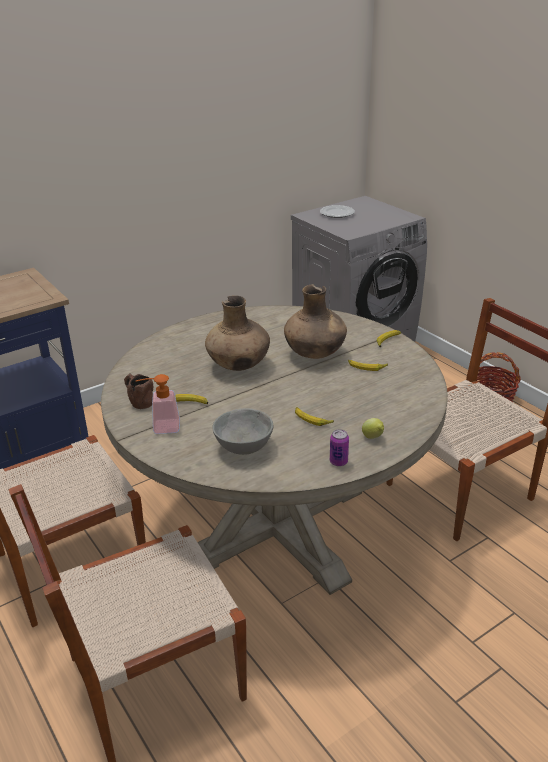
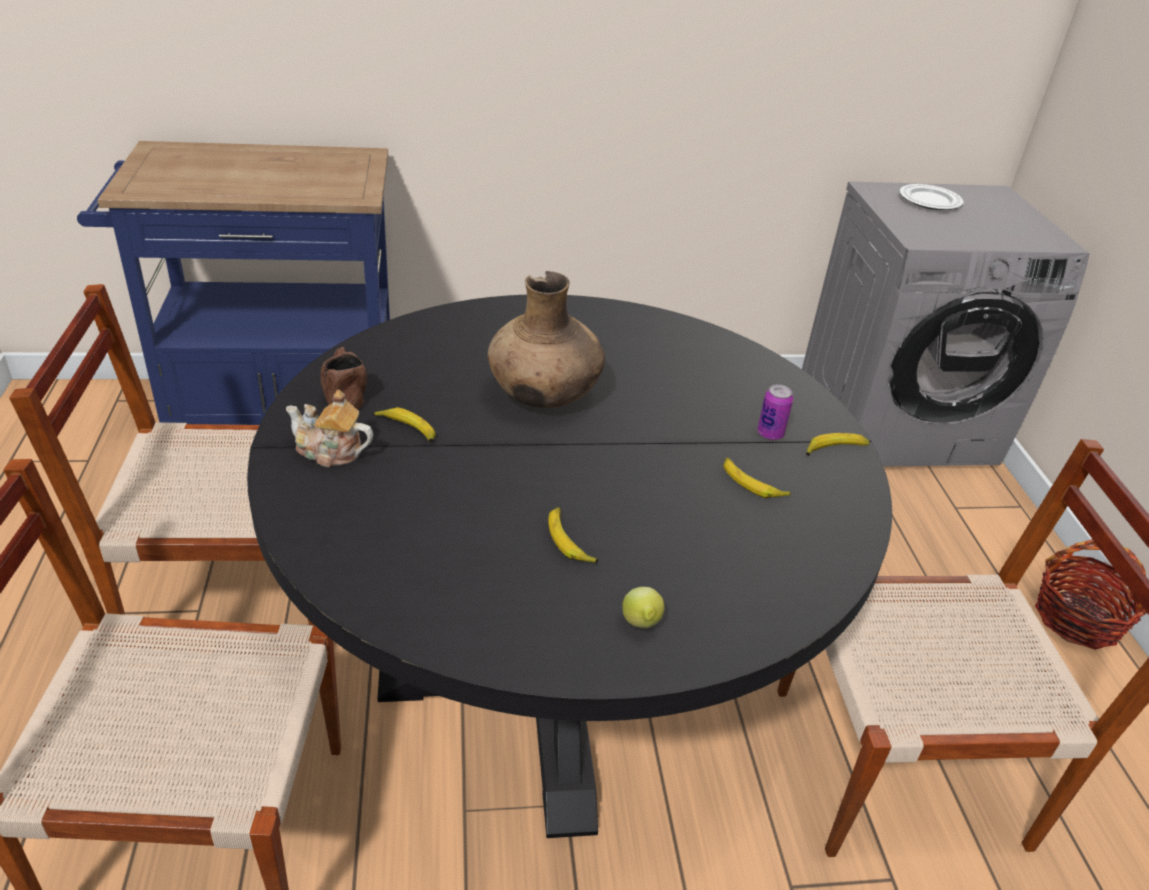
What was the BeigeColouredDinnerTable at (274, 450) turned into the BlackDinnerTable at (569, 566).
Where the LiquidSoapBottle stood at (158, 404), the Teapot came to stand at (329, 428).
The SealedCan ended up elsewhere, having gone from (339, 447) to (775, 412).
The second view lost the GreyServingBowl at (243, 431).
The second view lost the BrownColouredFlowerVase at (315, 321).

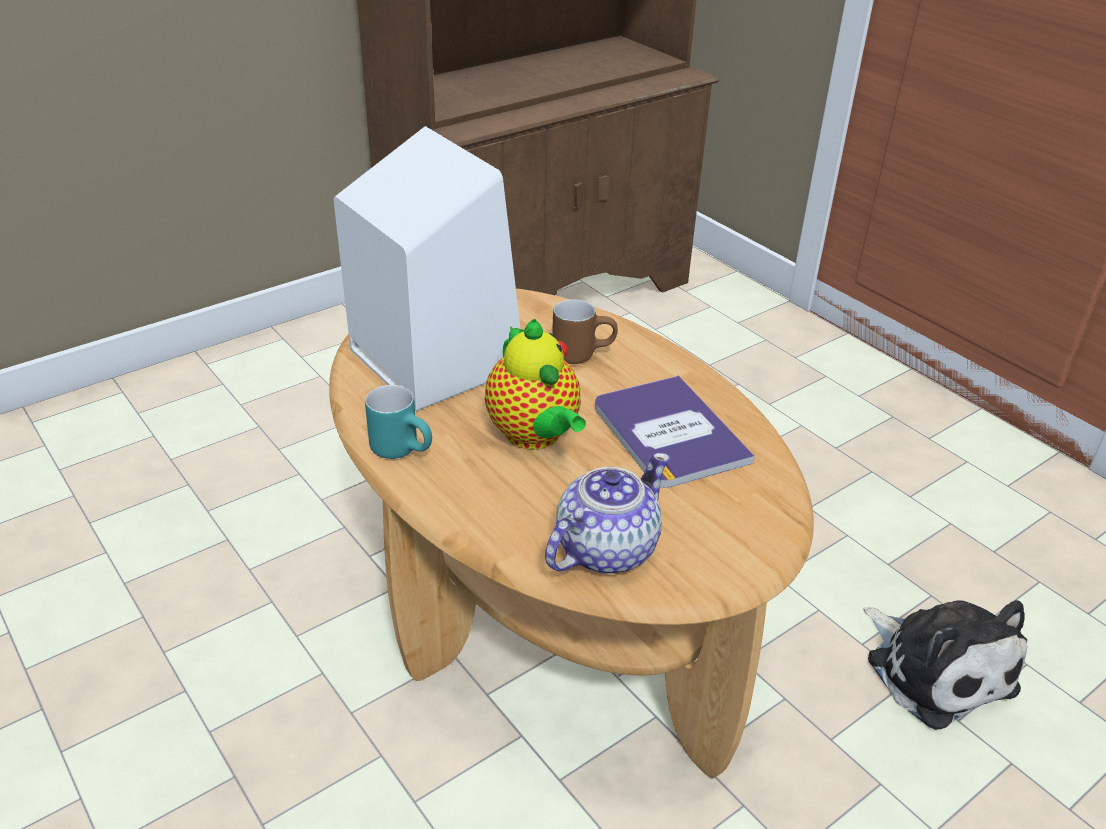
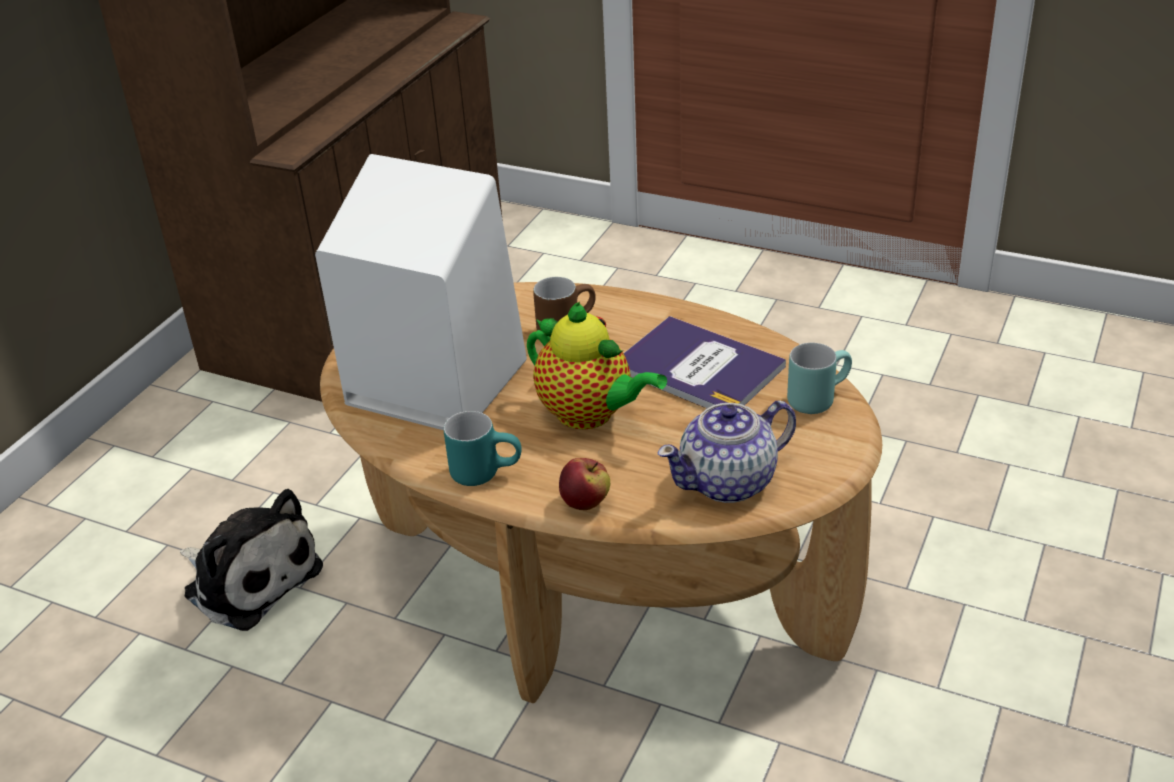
The PlushToy ended up elsewhere, having gone from (945, 665) to (251, 560).
The second view gained the AppleFruit at (584, 484).
The Teapot at (607, 513) ended up facing another way, 135 degrees counterclockwise from before.
The second view gained the TurquoiseTeaMug at (819, 378).

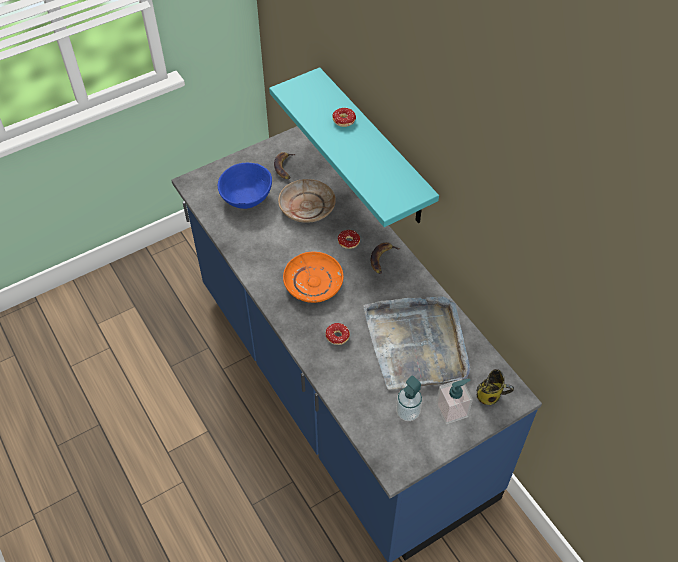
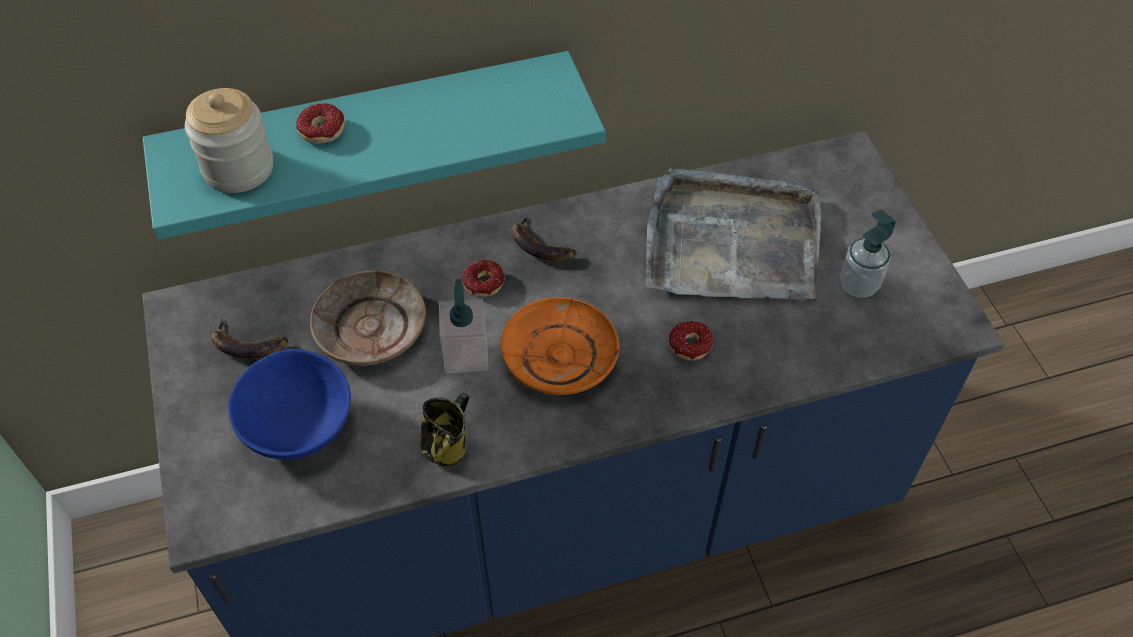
The second view gained the StorageJar at (229, 140).
The TeaMug ended up elsewhere, having gone from (495, 387) to (444, 430).
The LiquidSoapBottle ended up elsewhere, having gone from (454, 401) to (463, 326).

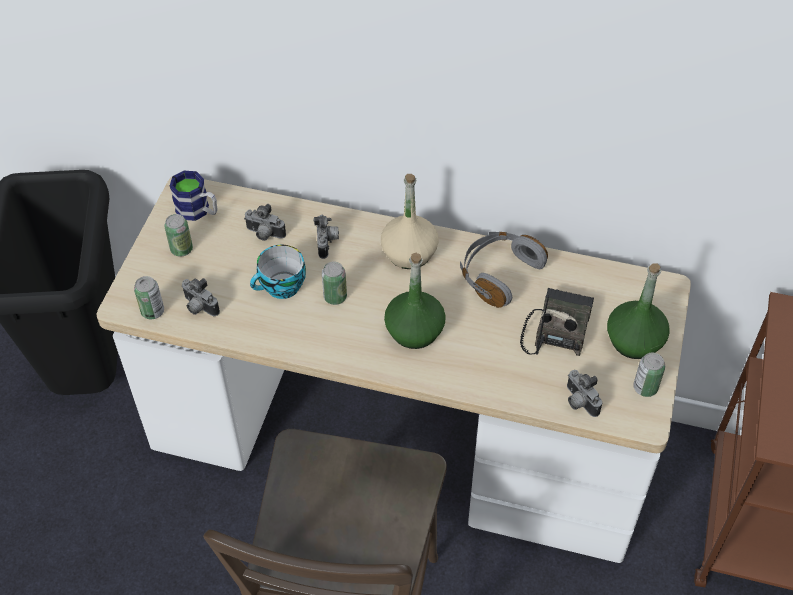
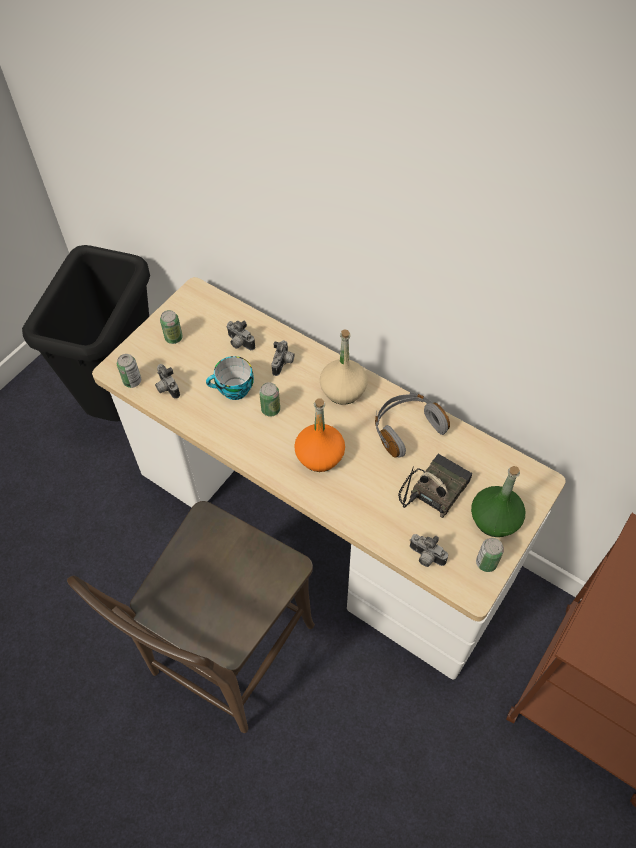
What was the GreenColouredBeverageBottle at (415, 301) turned into the OrangeColouredBeverageBottle at (319, 435).
The PhotoCamera at (584, 393) ended up facing another way, 45 degrees counterclockwise from before.
The second view lost the TeaMug at (194, 196).

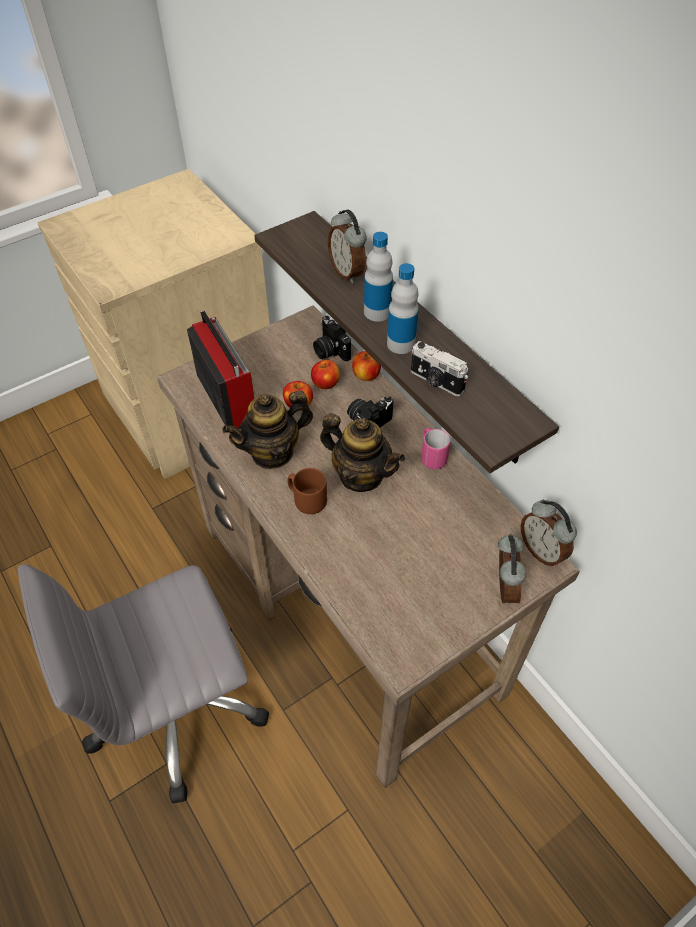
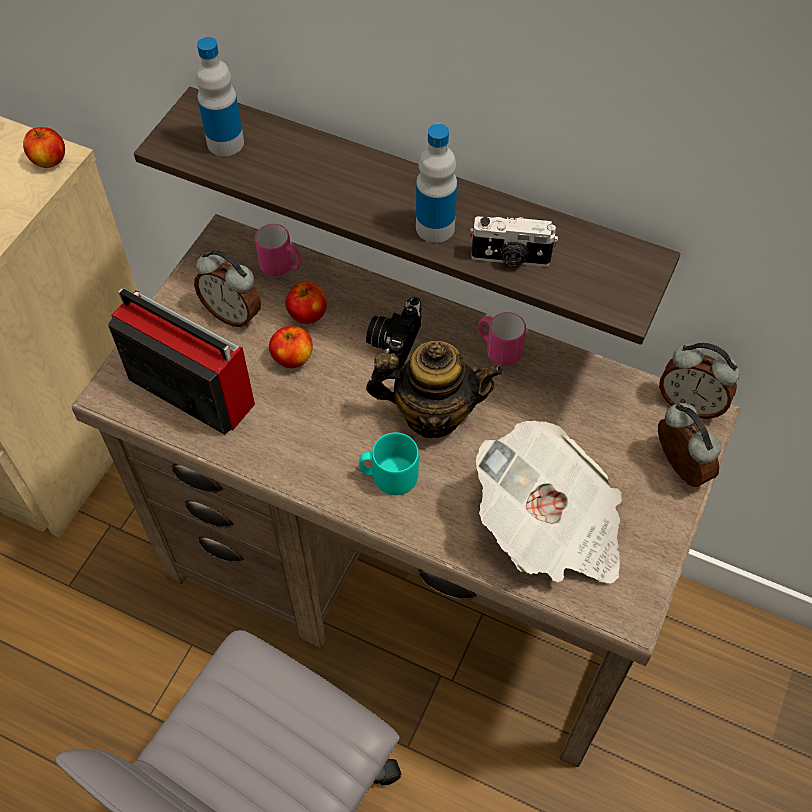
The AppleFruit ended up elsewhere, having gone from (366, 366) to (44, 147).
The AlarmClock ended up elsewhere, having gone from (347, 246) to (227, 288).
The BeverageBottle ended up elsewhere, having gone from (378, 277) to (219, 96).
Where the PhotoCamera stood at (332, 338), the PinkColouredTeaMug came to stand at (278, 250).
What was the BrownColouredTeaMug at (307, 491) turned into the TurquoiseTeaMug at (389, 463).
The second view gained the Newspaper at (549, 502).
The second view lost the Teapot at (267, 429).

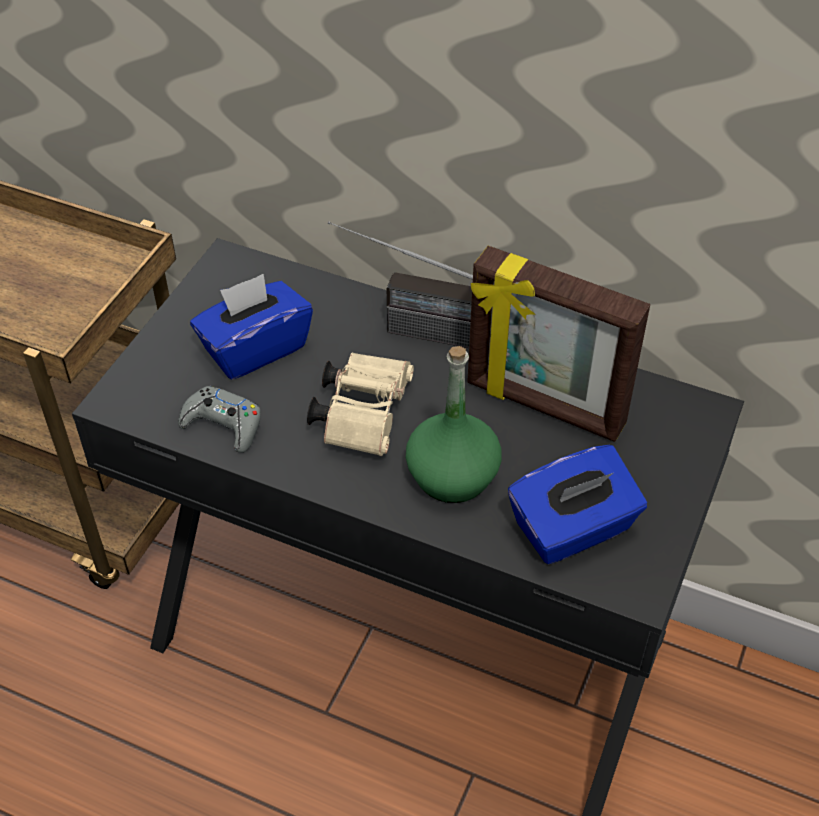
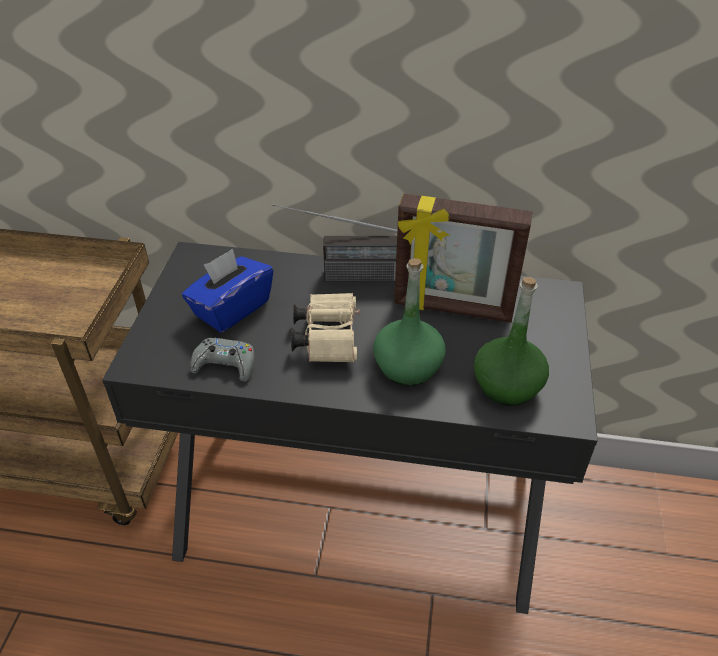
Where the BlueColouredBoxOfTissues stood at (577, 504), the GreenColouredBeverageBottle came to stand at (511, 341).

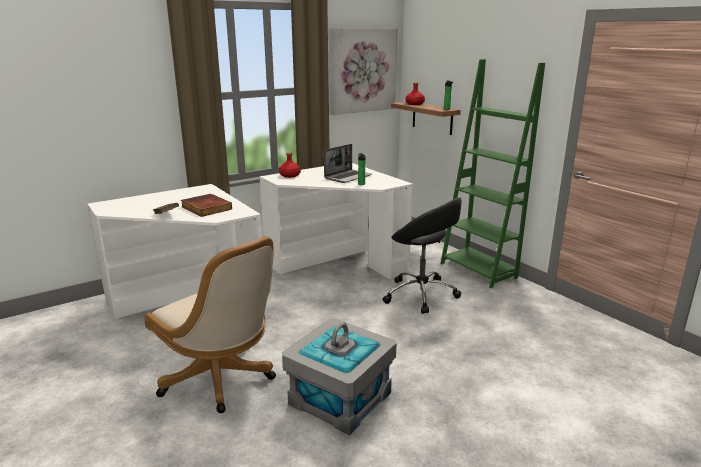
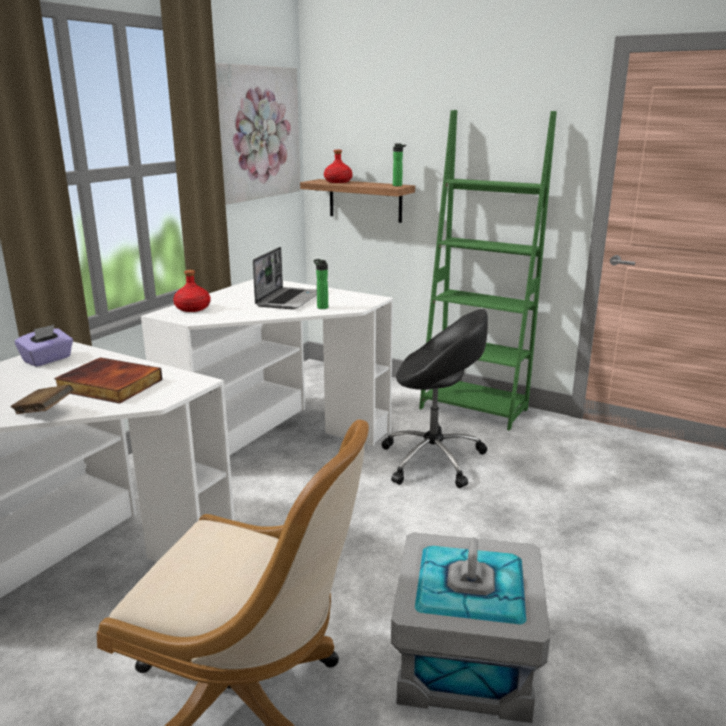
The second view gained the PurpleColouredBoxOfTissues at (44, 346).

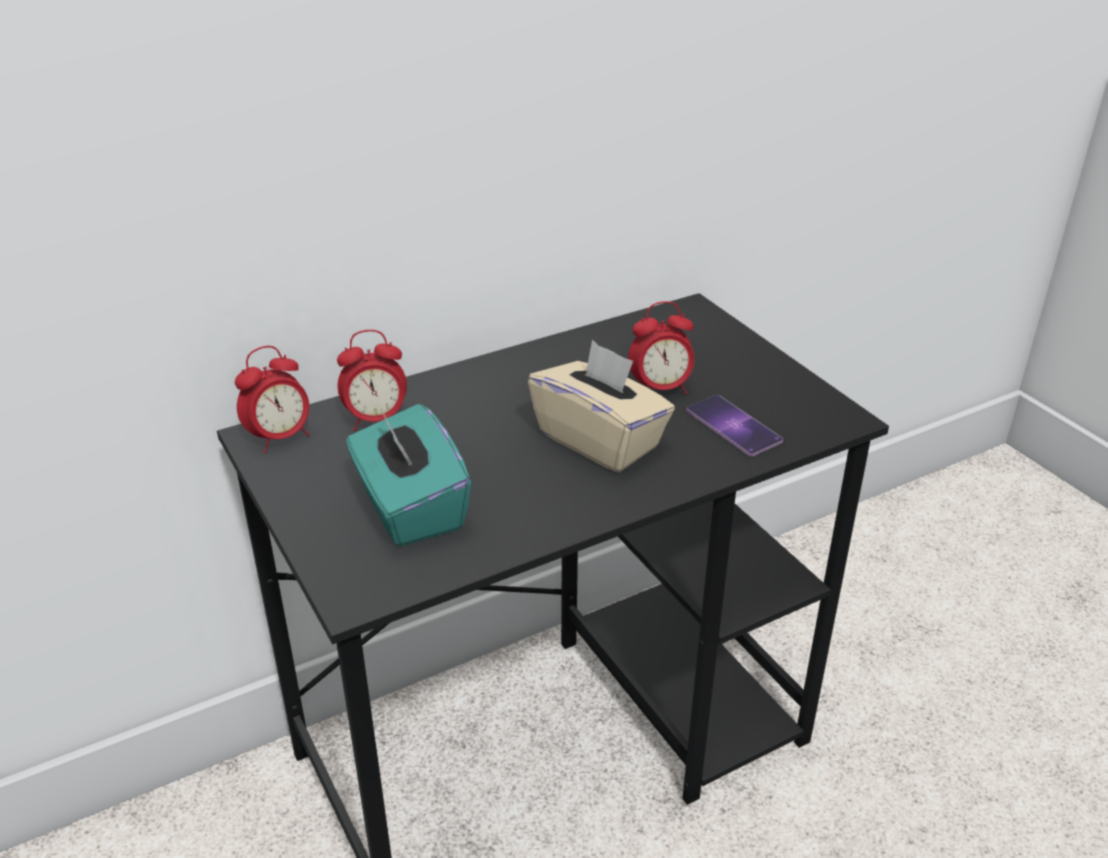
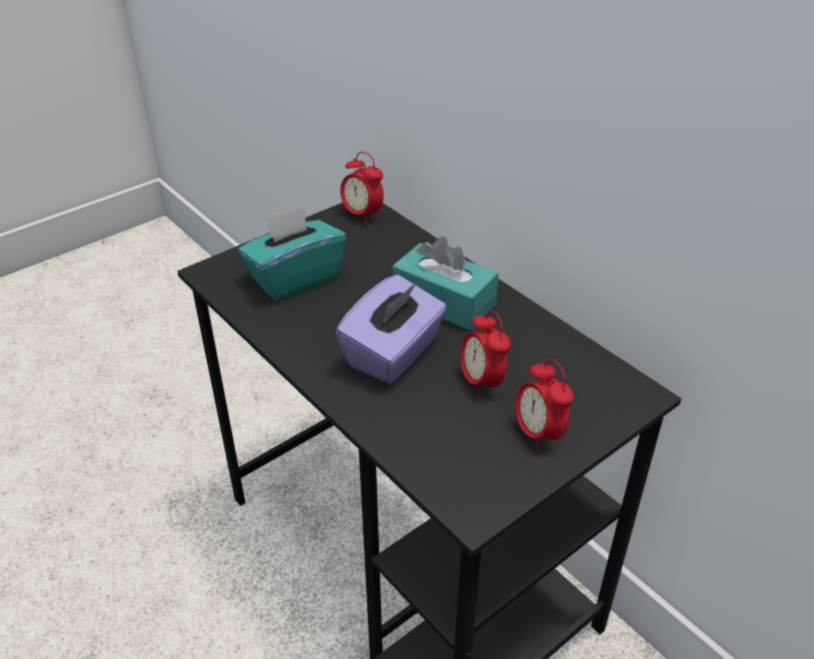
What was the BeigeColouredBoxOfTissues at (601, 406) turned into the PurpleColouredBoxOfTissues at (391, 329).
The second view gained the TurquoiseBoxOfTissues at (446, 284).
The AlarmClock ended up elsewhere, having gone from (372, 380) to (544, 405).
The second view lost the Phone at (734, 425).

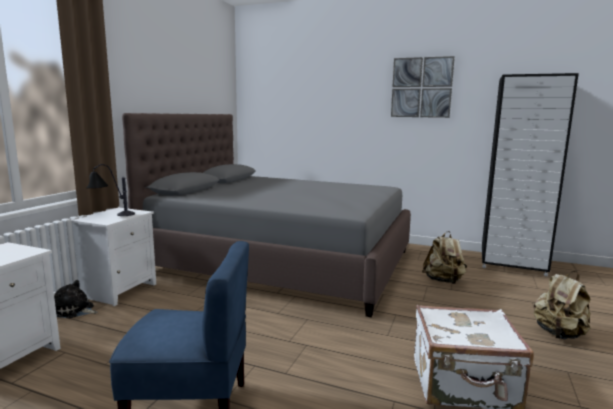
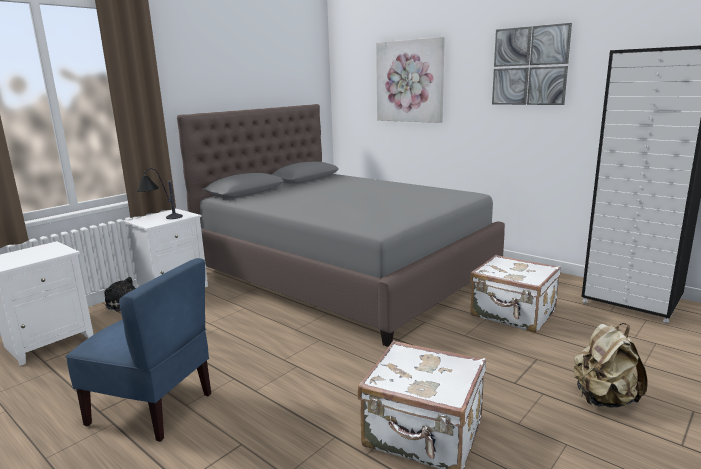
The second view gained the WallArt at (410, 80).
Where the BeigeColouredBackpack stood at (444, 257), the WhitishPieceOfLuggage came to stand at (515, 294).

